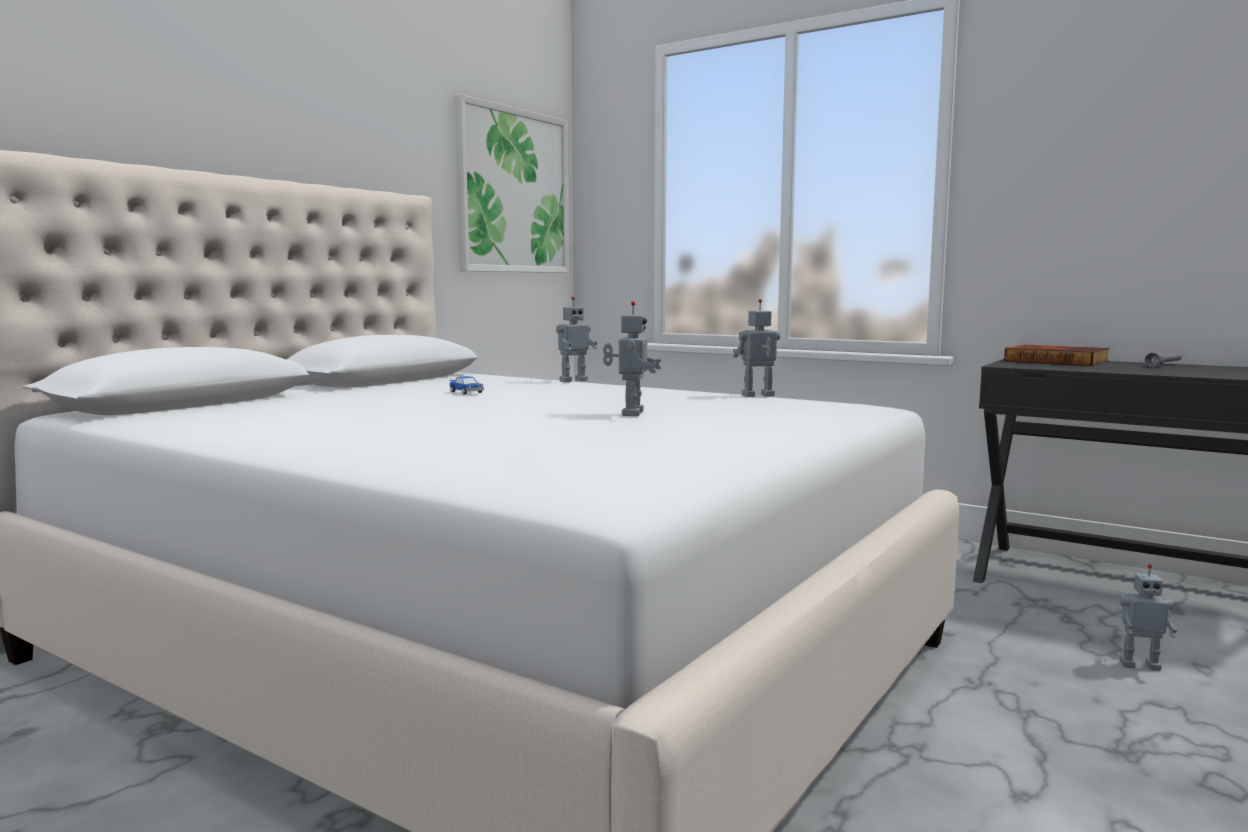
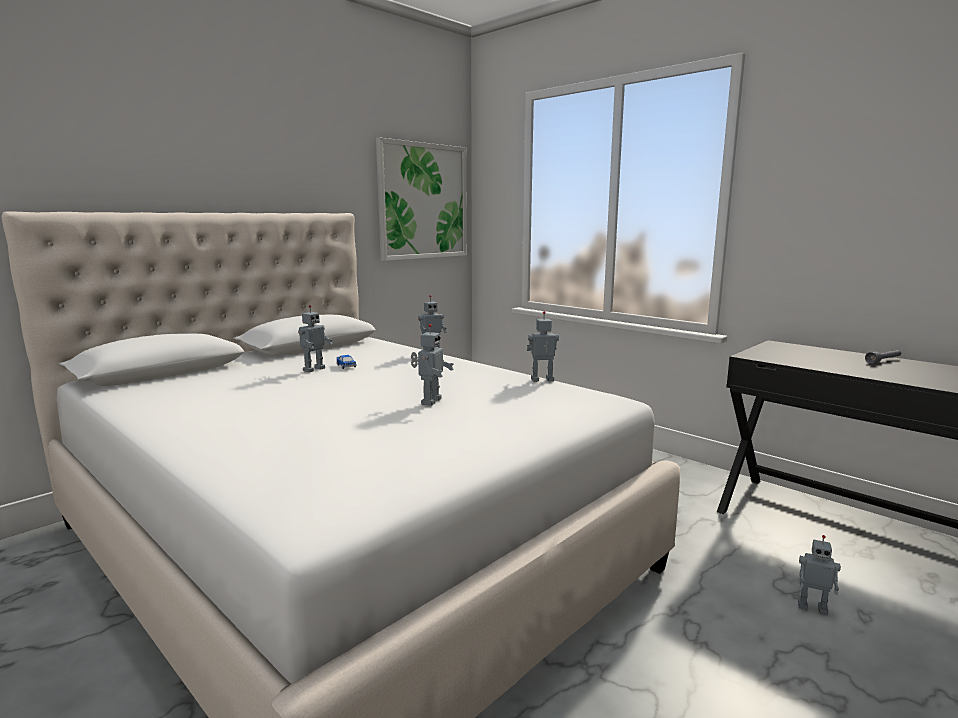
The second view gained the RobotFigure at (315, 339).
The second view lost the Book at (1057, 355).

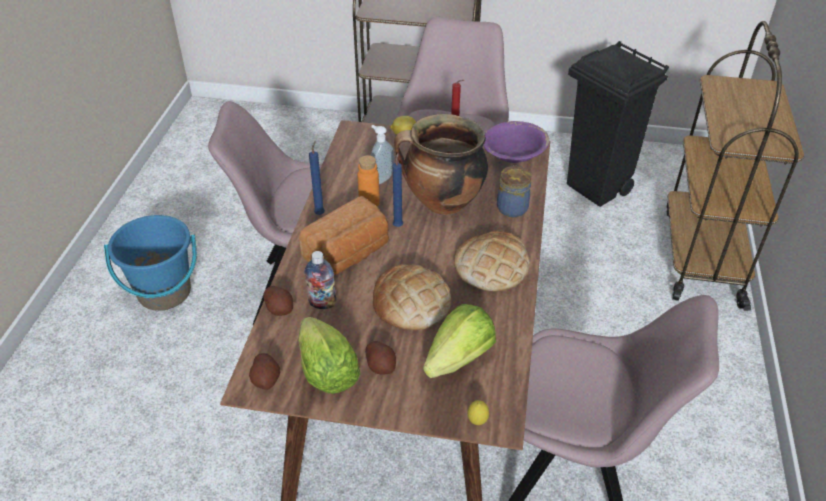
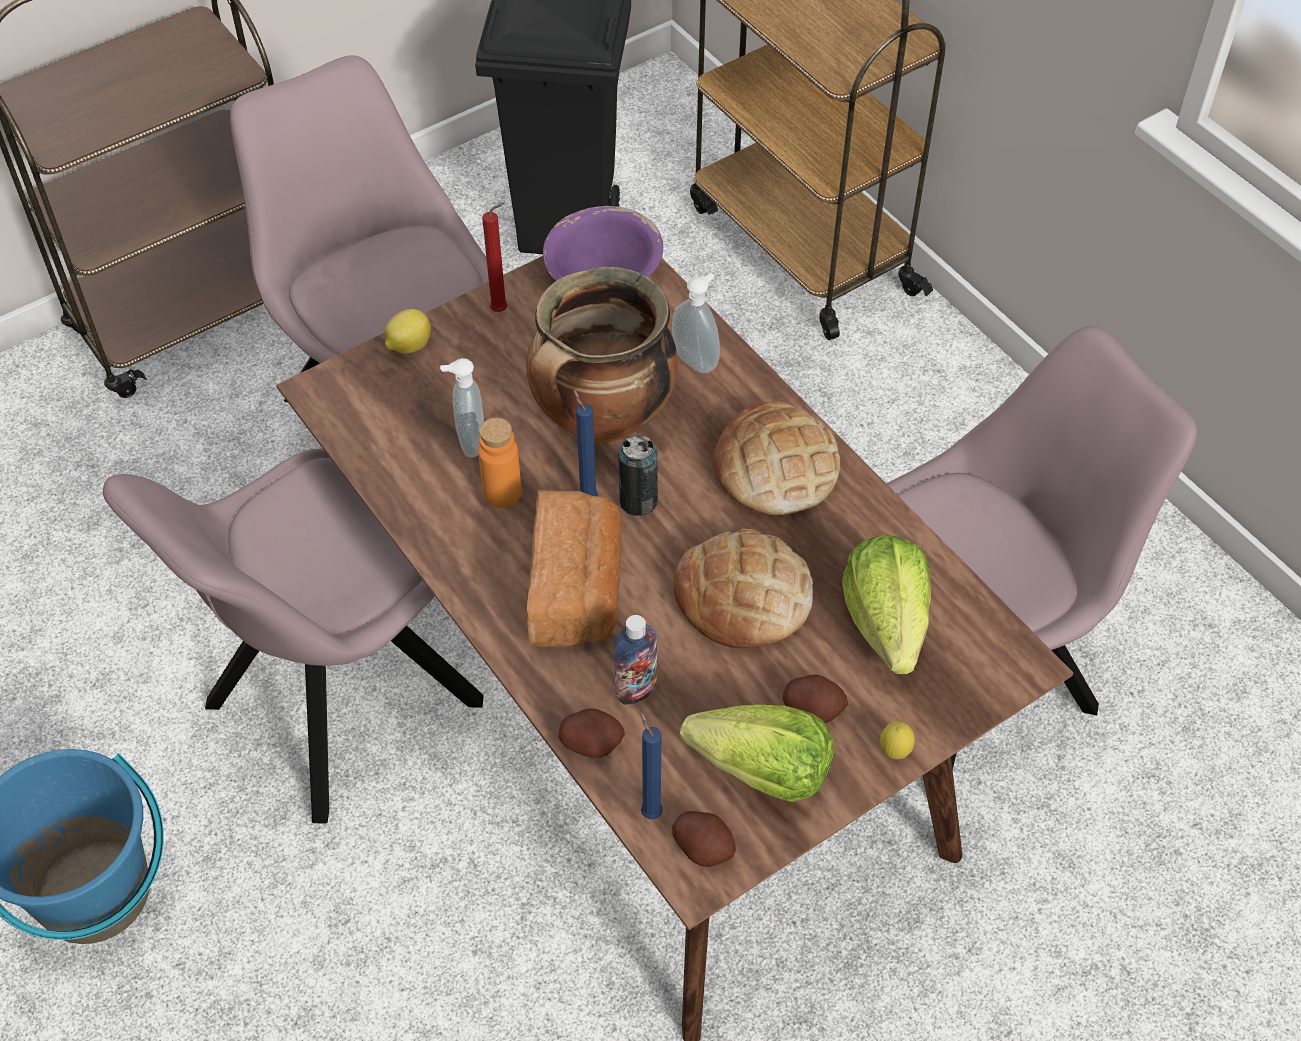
The second view gained the SealedCan at (638, 475).
The BlueColouredWaxLight ended up elsewhere, having gone from (317, 178) to (651, 765).
Where the StorageJar stood at (514, 191), the LiquidSoapBottle came to stand at (696, 323).
The CitrusFruit ended up elsewhere, having gone from (478, 412) to (897, 740).

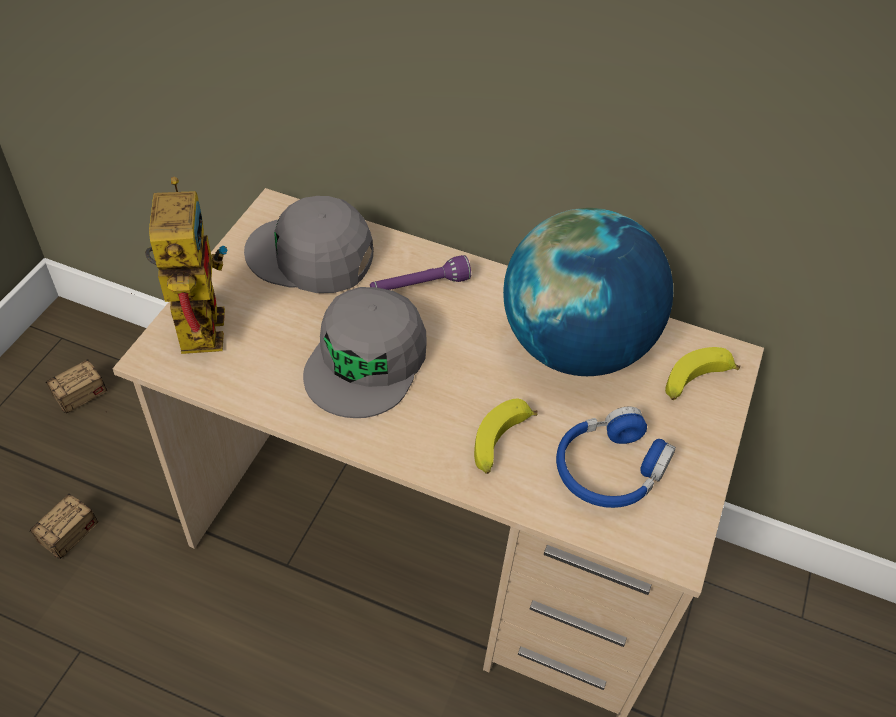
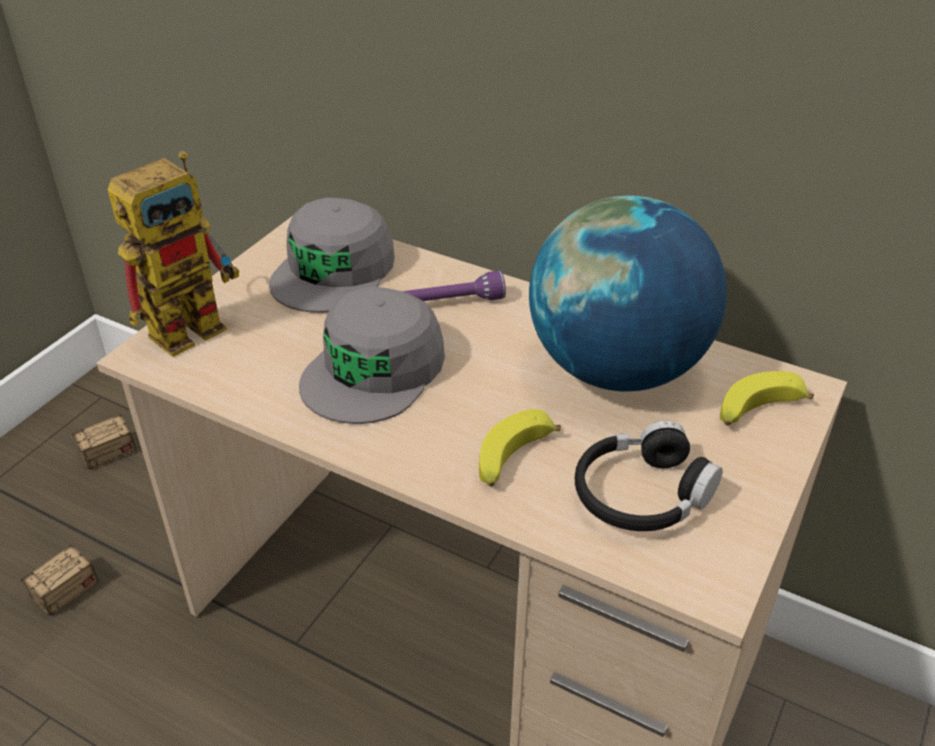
The RobotFigure at (186, 265) ended up facing another way, 45 degrees clockwise from before.
The GreyPeakedCap at (308, 244) ended up facing another way, 90 degrees counterclockwise from before.
What was the BlueColouredHeadset at (616, 457) turned into the BlackHeadset at (649, 476).

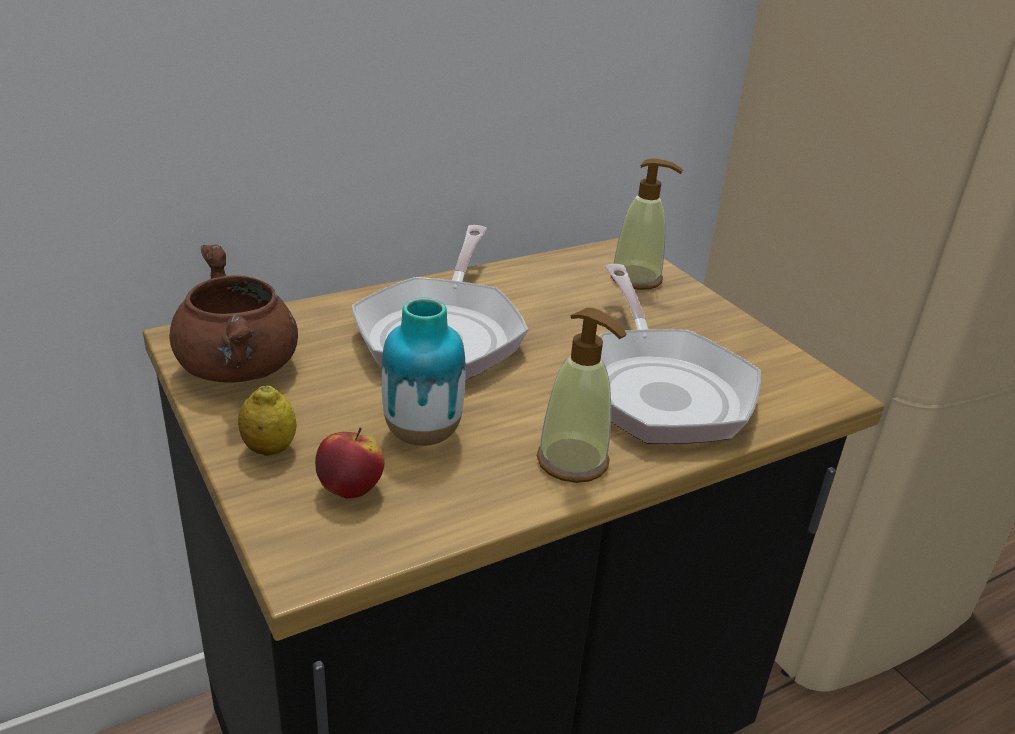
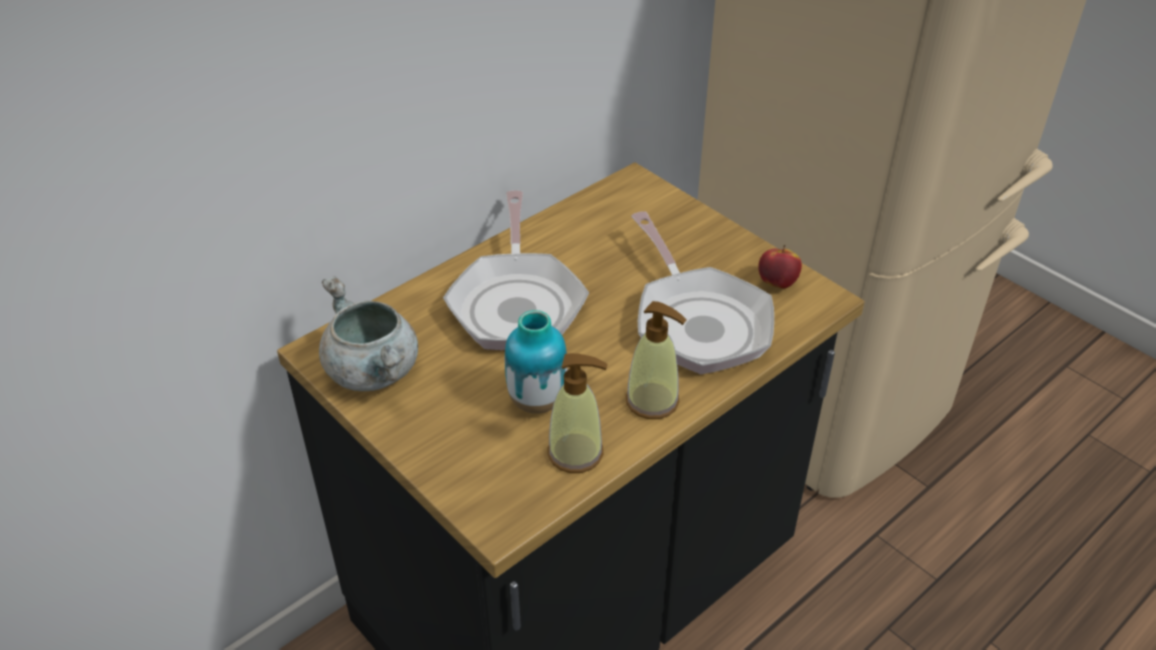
What was the BrownColouredSaucepot at (233, 313) turned into the GreySaucepot at (368, 333).
The LiquidSoapBottle ended up elsewhere, having gone from (647, 224) to (577, 413).
The AppleFruit ended up elsewhere, having gone from (350, 463) to (780, 267).
The second view lost the CitrusFruit at (267, 420).

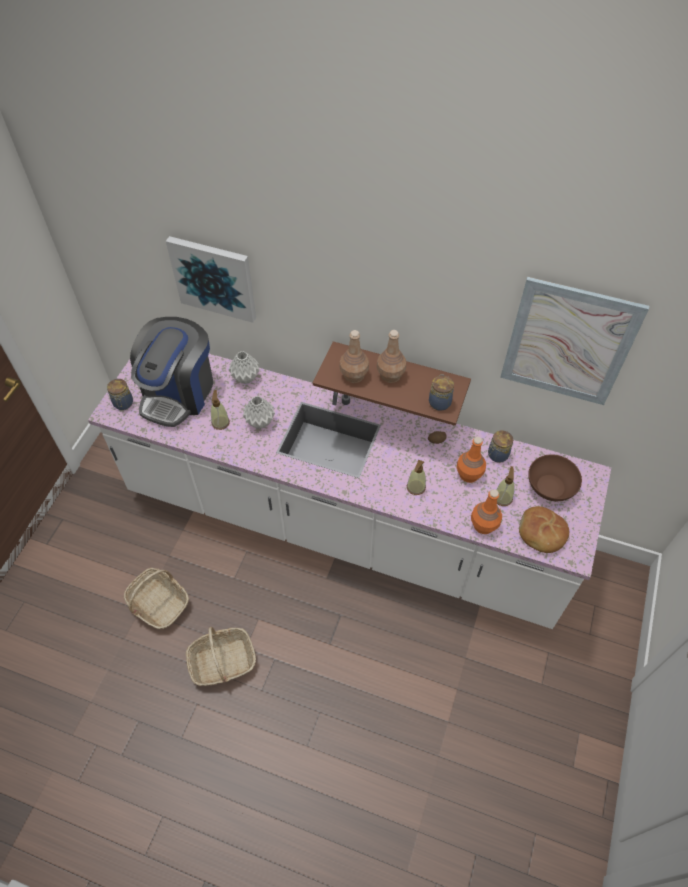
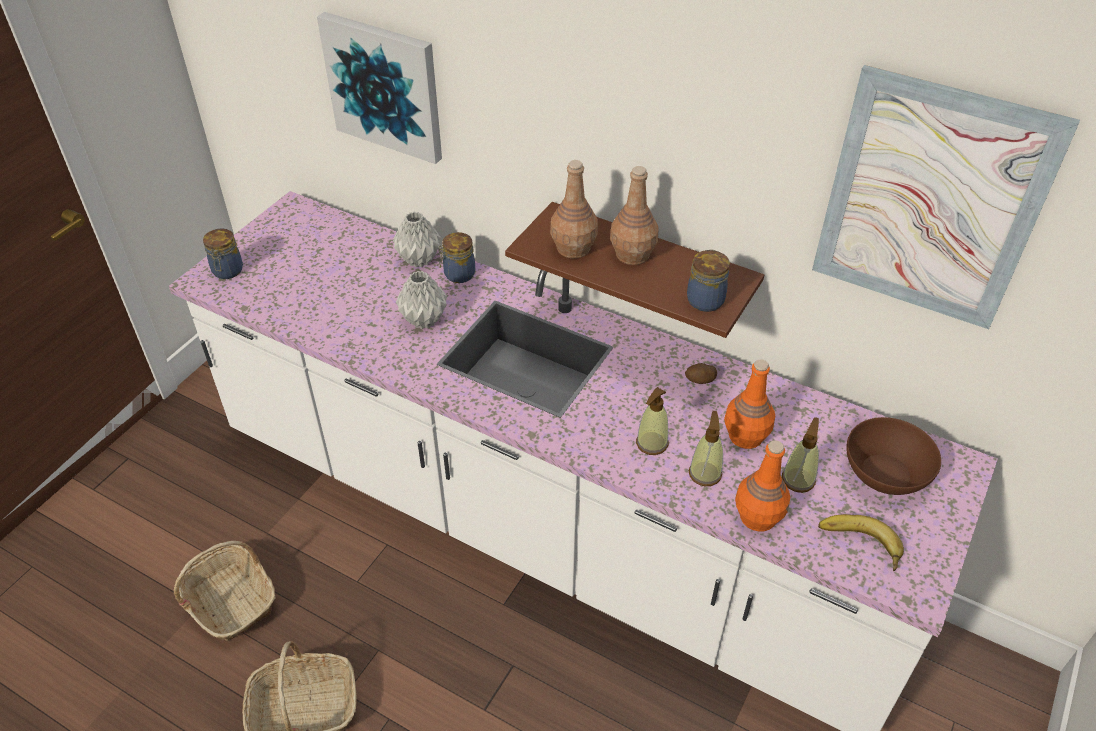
The StorageJar ended up elsewhere, having gone from (500, 446) to (456, 257).
The LiquidSoapBottle ended up elsewhere, having gone from (220, 410) to (706, 448).
Where the BakeryBread stood at (544, 529), the WholeBanana came to stand at (861, 542).
The second view lost the CoffeeBrewer at (171, 372).

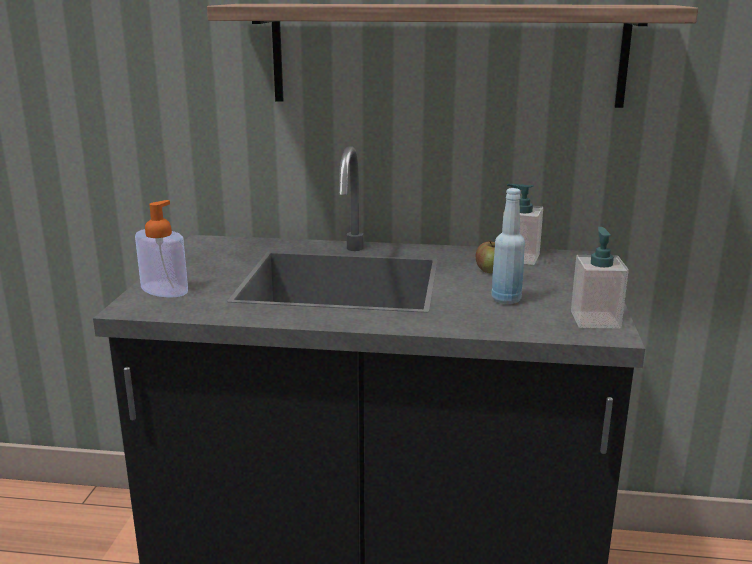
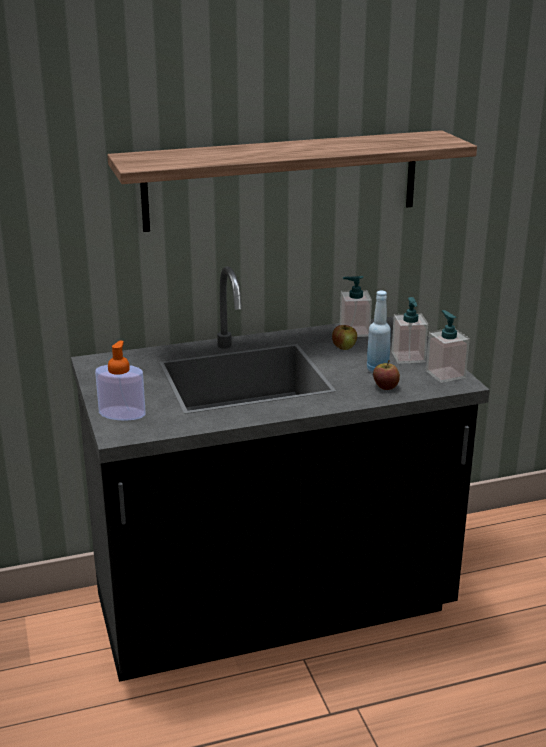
The second view gained the AppleFruit at (386, 375).
The second view gained the LiquidSoapBottle at (410, 330).

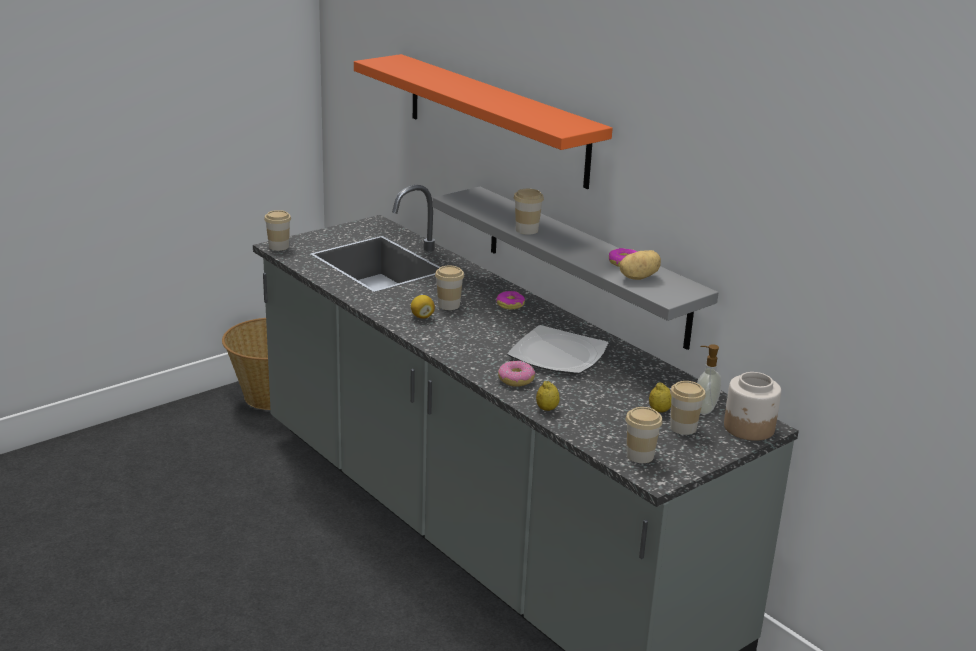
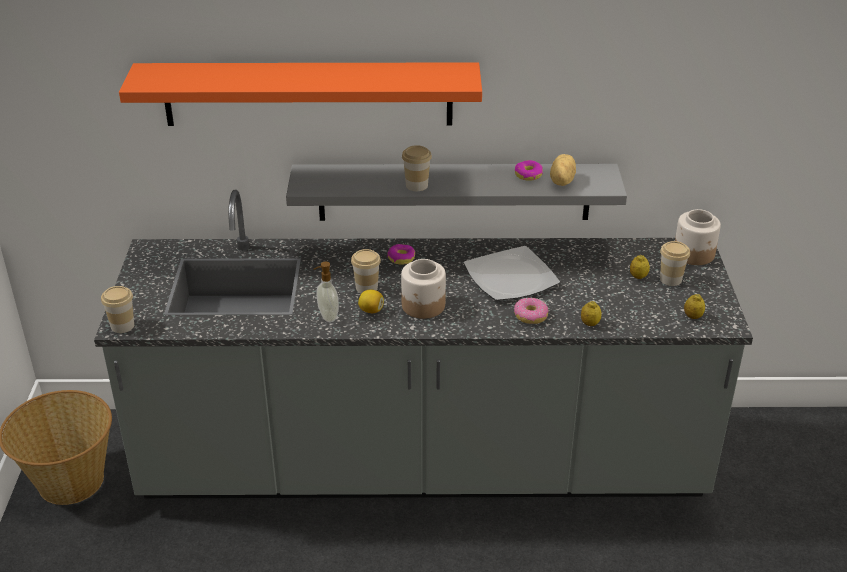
The LiquidSoapBottle ended up elsewhere, having gone from (709, 379) to (326, 292).
The second view gained the StorageJar at (423, 289).
Where the SmallCup stood at (644, 435), the CitrusFruit came to stand at (694, 306).

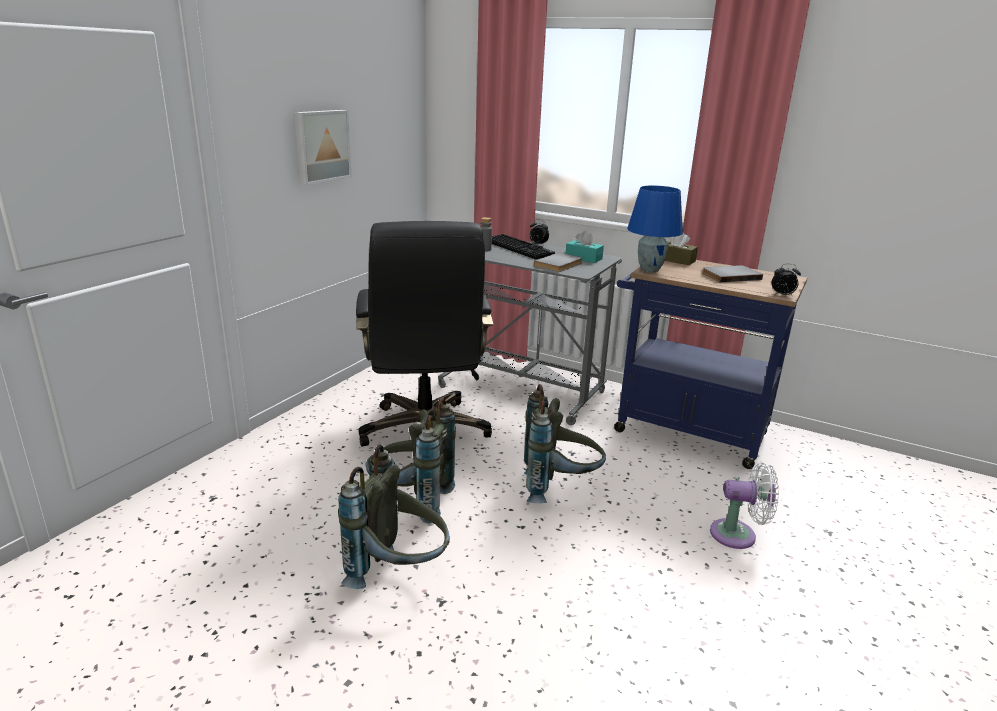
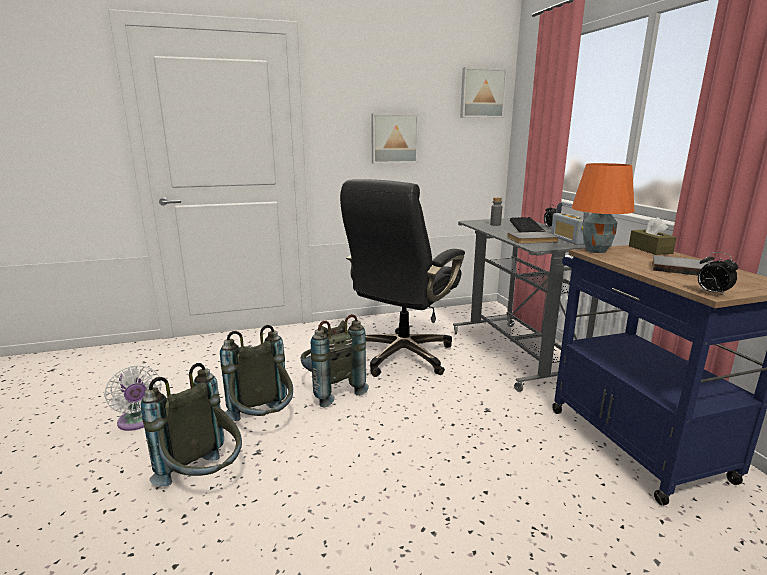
The WhitishCoolingFan ended up elsewhere, having gone from (744, 506) to (133, 398).
The GreyBackpack ended up elsewhere, having gone from (565, 443) to (191, 424).
The second view gained the WallArt at (483, 92).
Where the TurquoiseBoxOfTissues stood at (584, 247), the Radio came to stand at (570, 224).
What was the BlueColouredLampForATable at (655, 229) turned into the OrangeColouredLampForATable at (603, 208).

